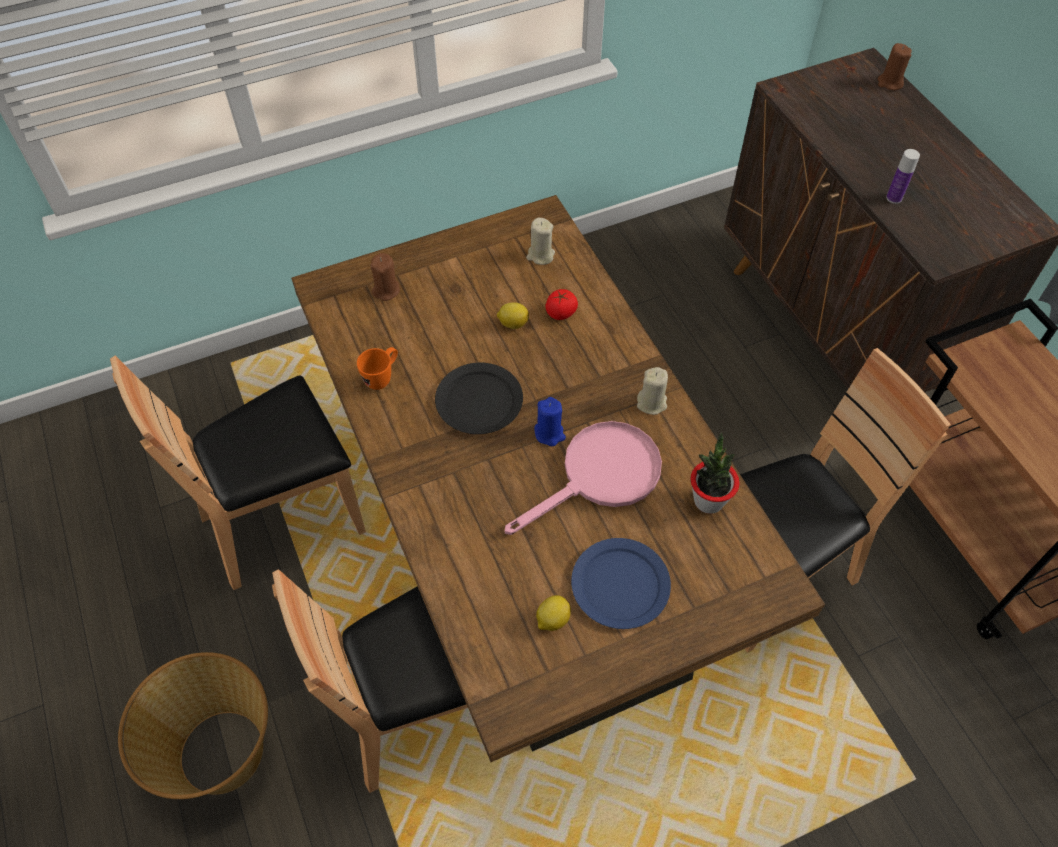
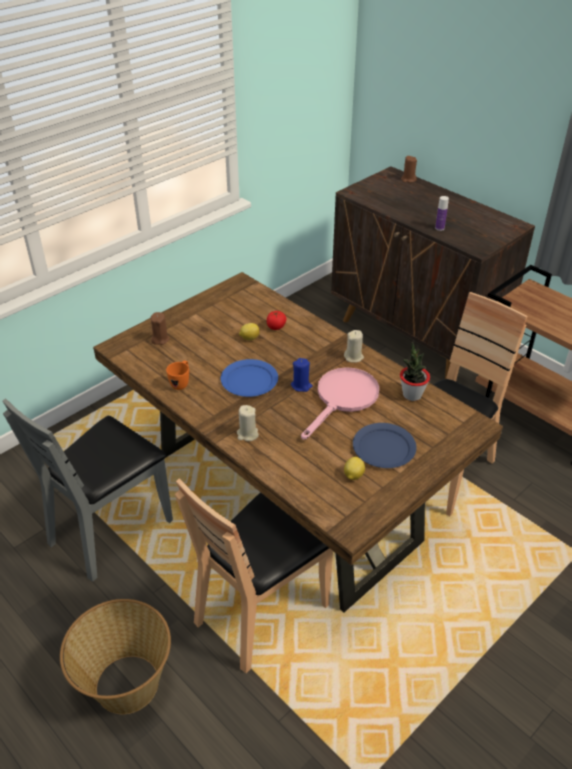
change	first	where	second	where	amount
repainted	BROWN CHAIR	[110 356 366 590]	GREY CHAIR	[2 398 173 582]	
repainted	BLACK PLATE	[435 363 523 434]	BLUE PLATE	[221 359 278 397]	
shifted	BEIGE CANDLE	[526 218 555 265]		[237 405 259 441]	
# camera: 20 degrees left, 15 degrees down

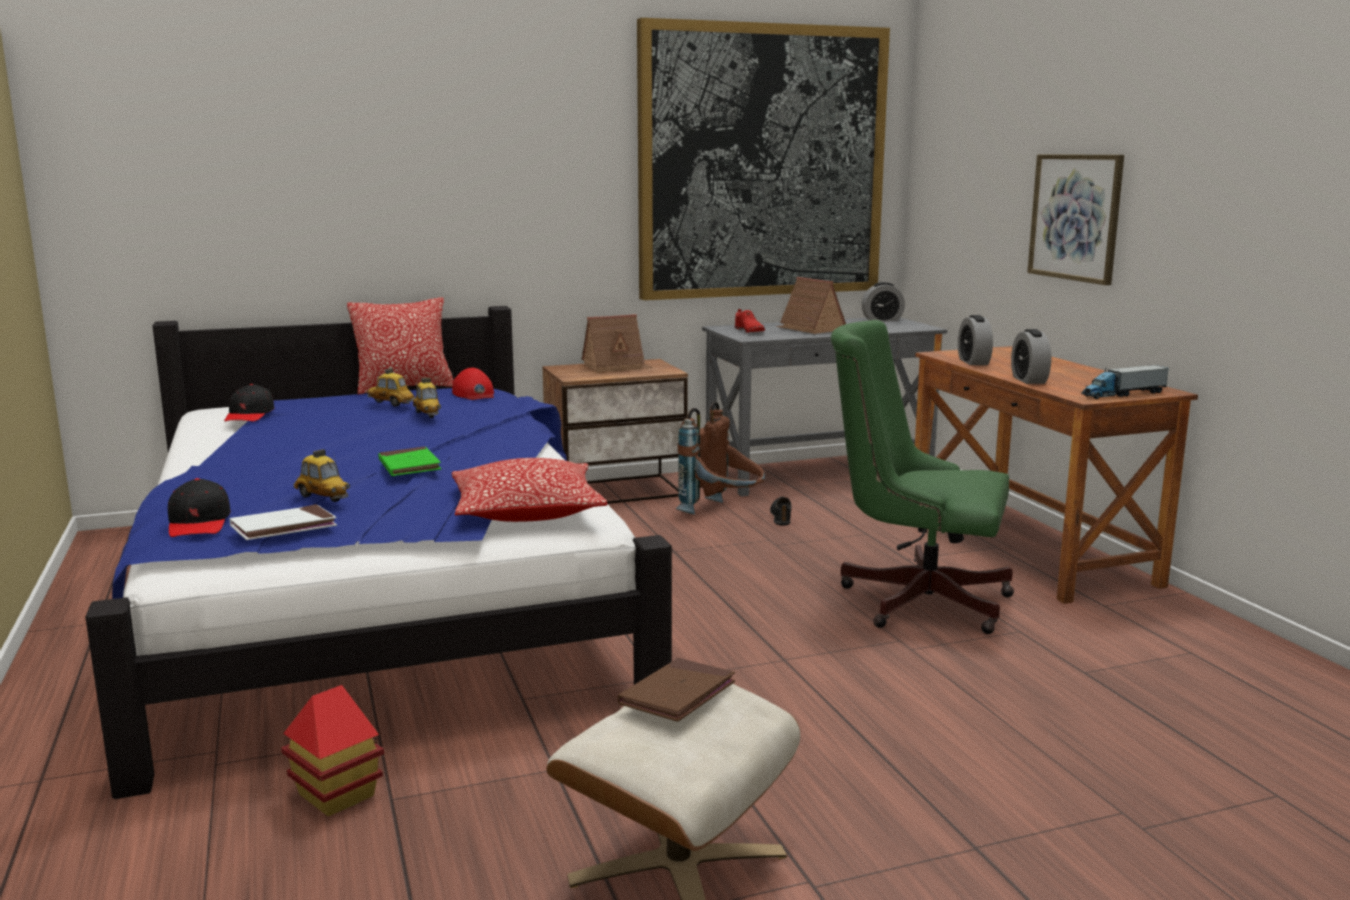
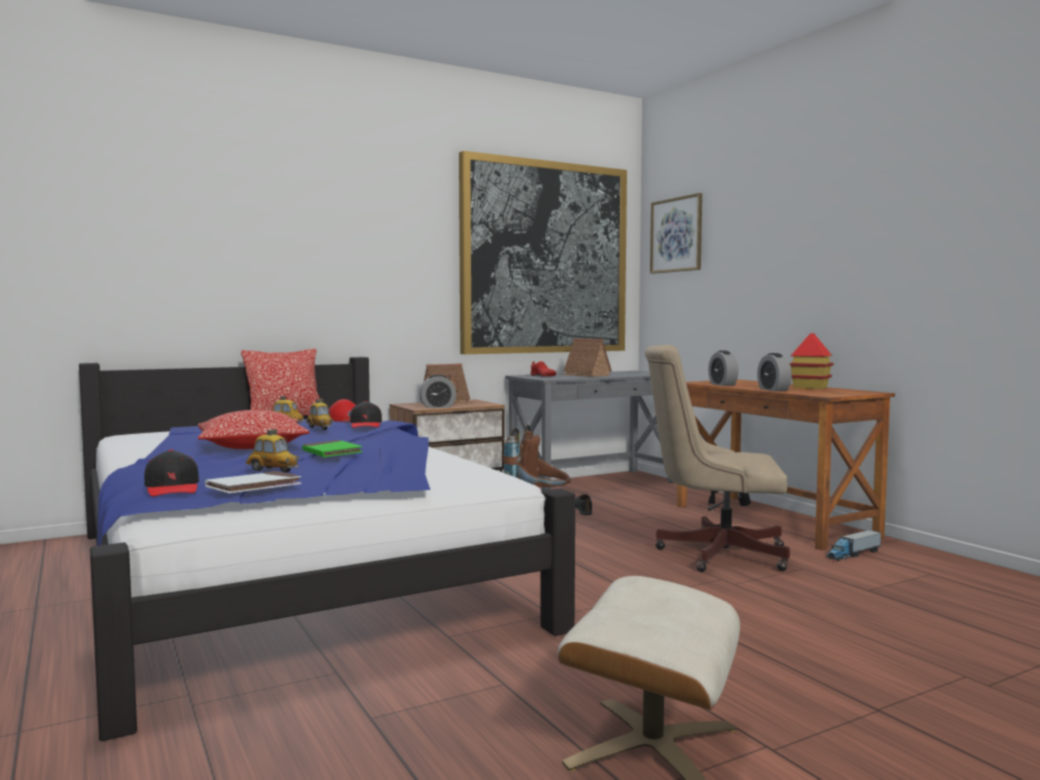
change	first	where	second	where	amount
shifted	PILLOW	[452 458 607 522]		[198 410 309 449]	
shifted	BLACK CAP	[224 384 274 422]		[350 401 382 428]	
shifted	ALARM CLOCK	[861 282 905 321]		[419 374 456 408]	
repainted	GREEN OFFICE CHAIR	[831 320 1014 634]	BEIGE OFFICE CHAIR	[645 345 790 572]	
shifted	PICTURE	[1027 155 1124 285]		[650 193 702 274]	
shifted	TOY HOUSE	[281 685 384 817]		[790 333 834 389]	
shifted	TOY TRUCK	[1081 365 1169 399]		[826 530 881 561]	
gone	BROWN BOOK	[618 658 735 722]			
# camera: 10 degrees left, 10 degrees down

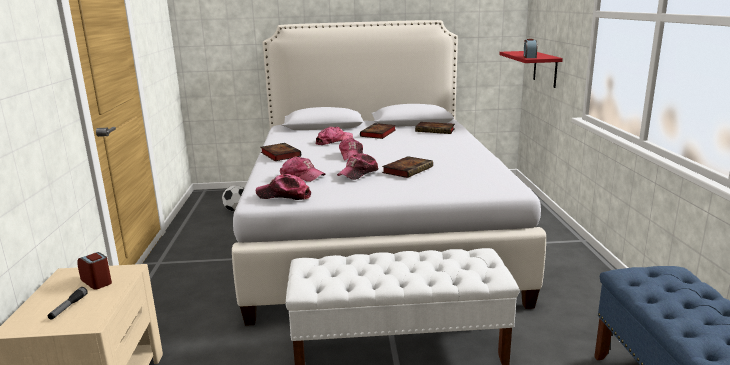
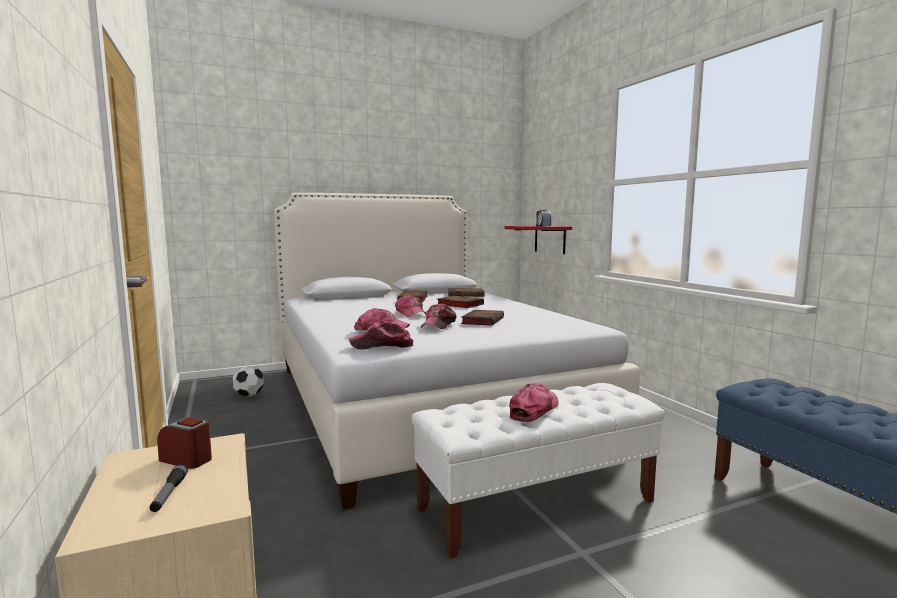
change	first	where	second	where	amount
shifted	BOOK	[261 143 301 161]		[438 296 484 308]	
shifted	CAP	[315 127 353 145]		[509 383 558 422]	
# camera: 20 degrees left, 10 degrees down

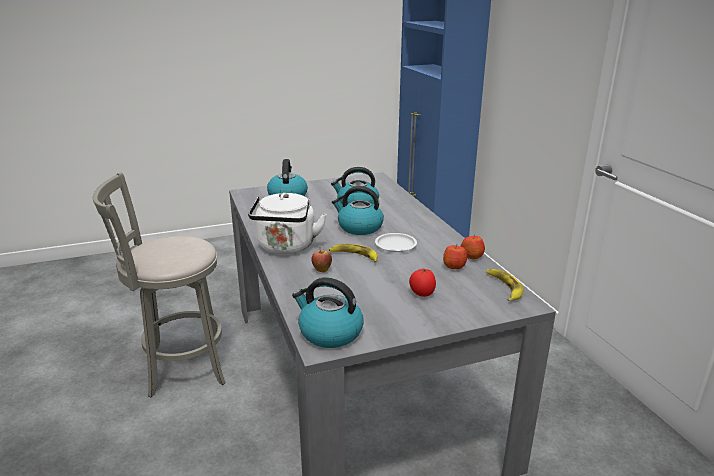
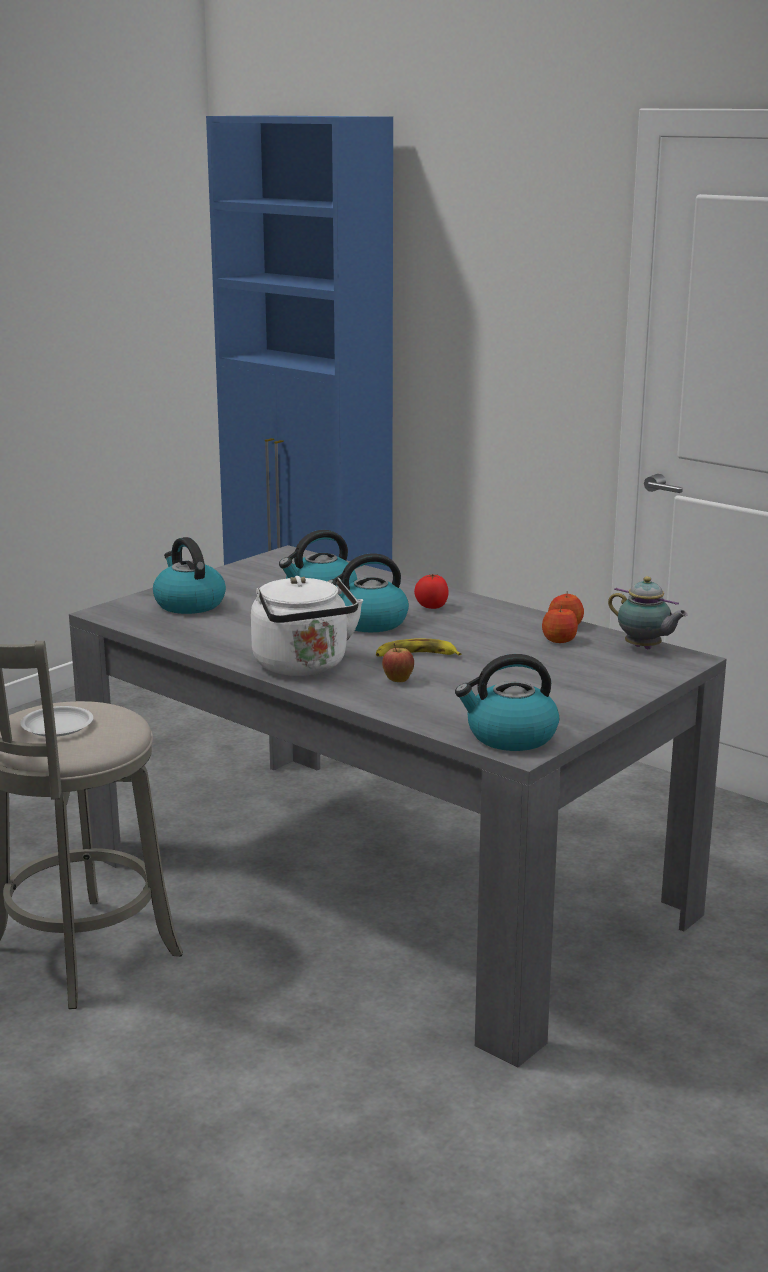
change	first	where	second	where	amount
shifted	WHITE PLATE	[375 233 417 252]		[20 706 93 736]	
shifted	TOMATO	[409 269 436 297]		[414 574 448 609]	
swapped	BANANA	[486 269 523 301]	TEAPOT	[608 576 688 649]	
# camera: 30 degrees left, 5 degrees down

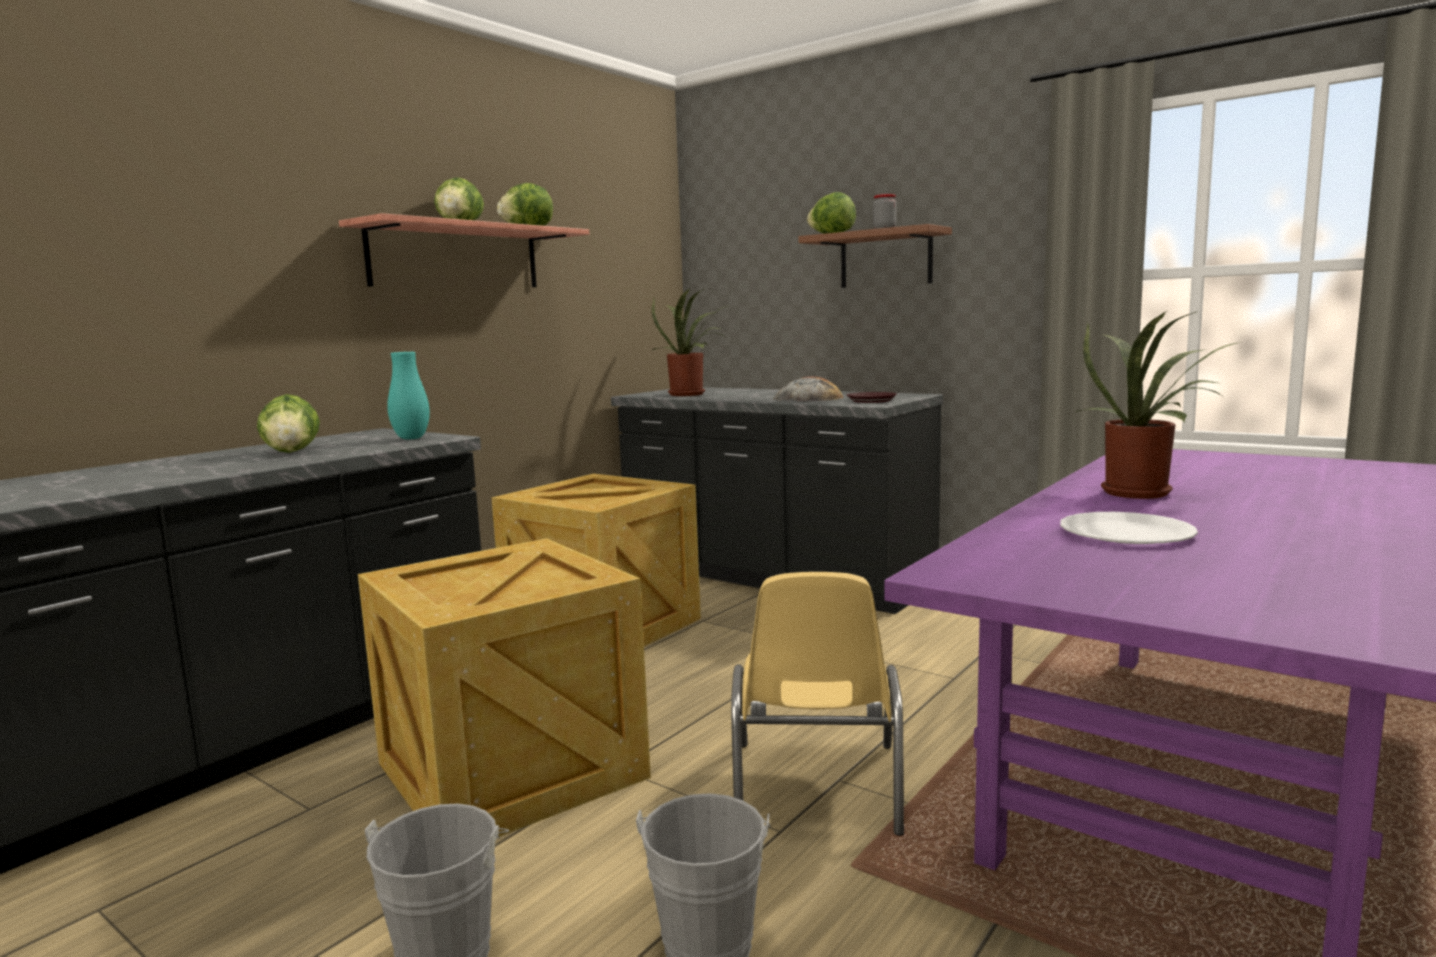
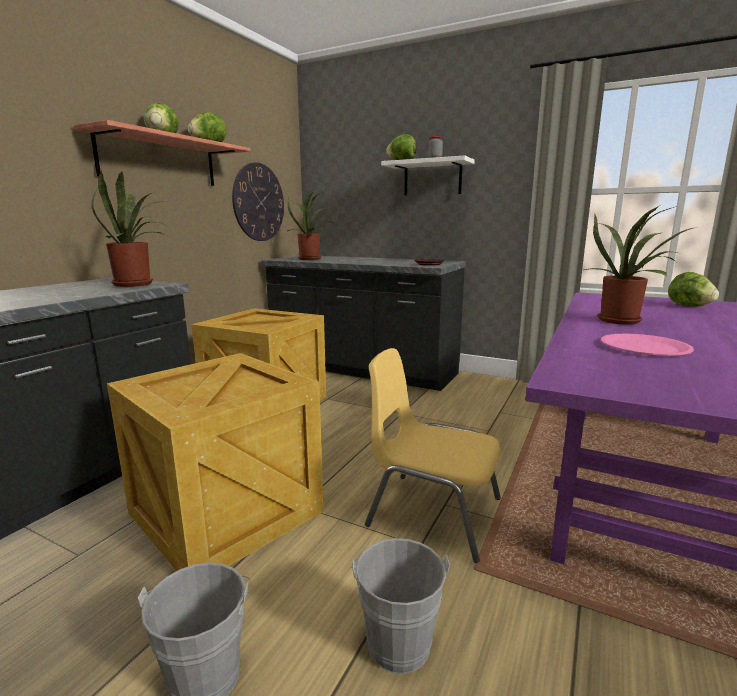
change	first	where	second	where	amount
swapped	TURQUOISE VASE	[387 352 430 439]	POTTED PLANT	[91 171 166 287]	
new			WALL CLOCK	[232 162 284 241]	
rotated	YELLOW CHAIR	[731 572 904 836]		[365 348 501 563]	120 degrees clockwise
repainted	BROWN SHELF	[798 224 952 288]	WHITE SHELF	[381 155 475 196]	
repainted	WHITE PLATE	[1060 512 1198 544]	PINK PLATE	[601 334 694 356]	
shifted	LETTUCE	[257 394 320 453]		[668 272 719 307]	
gone	BREAD	[773 376 843 401]			
# camera: 10 degrees left, 5 degrees up

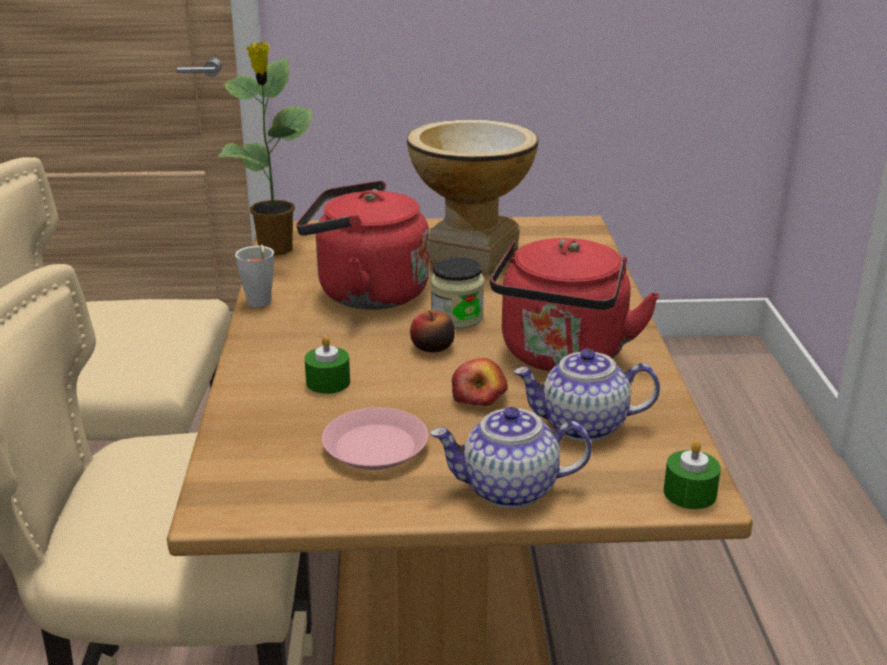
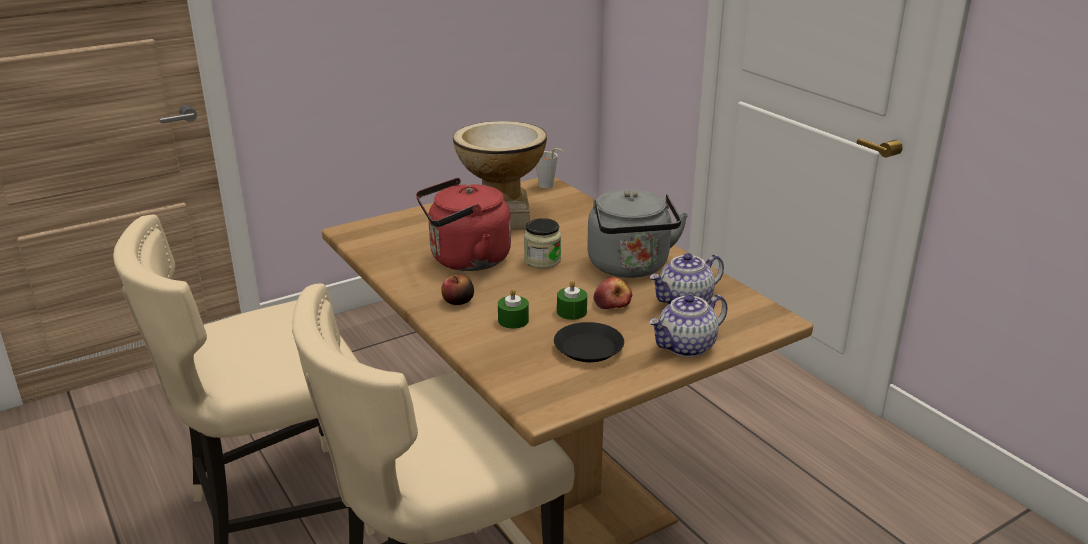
change	first	where	second	where	amount
shifted	APPLE	[410 310 455 352]		[441 275 474 305]	
shifted	GREY CUP	[235 245 274 307]		[536 148 563 188]	
repainted	PINK PLATE	[322 407 428 470]	BLACK PLATE	[554 322 624 362]	
shifted	GREEN CANDLE	[664 440 721 509]		[557 280 587 320]	
repainted	RED KETTLE	[490 238 660 371]	GREY KETTLE	[587 189 688 278]	
gone	POTTED PLANT	[217 42 312 256]			
# camera: 30 degrees left, 0 degrees up

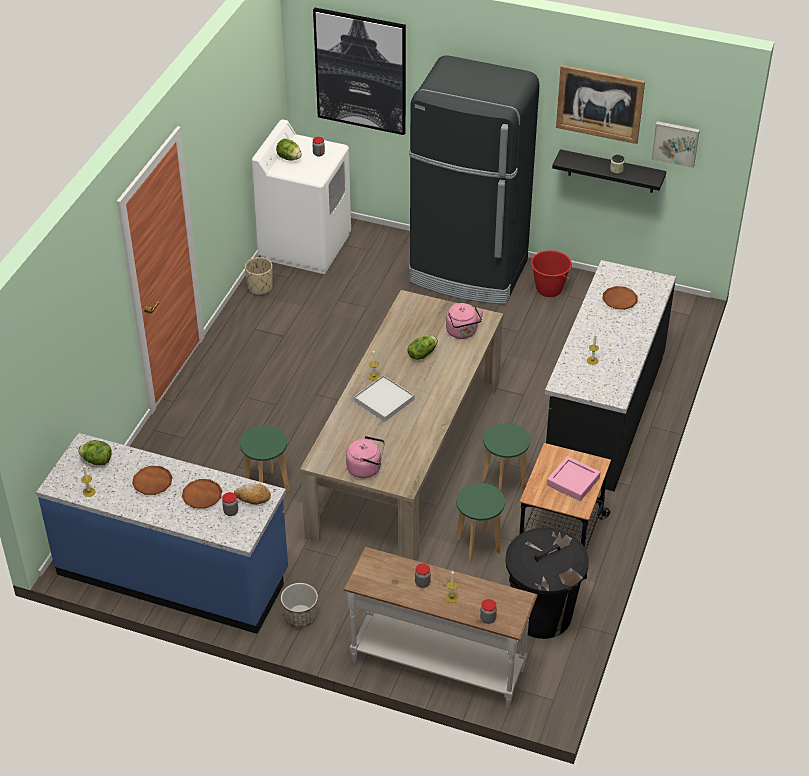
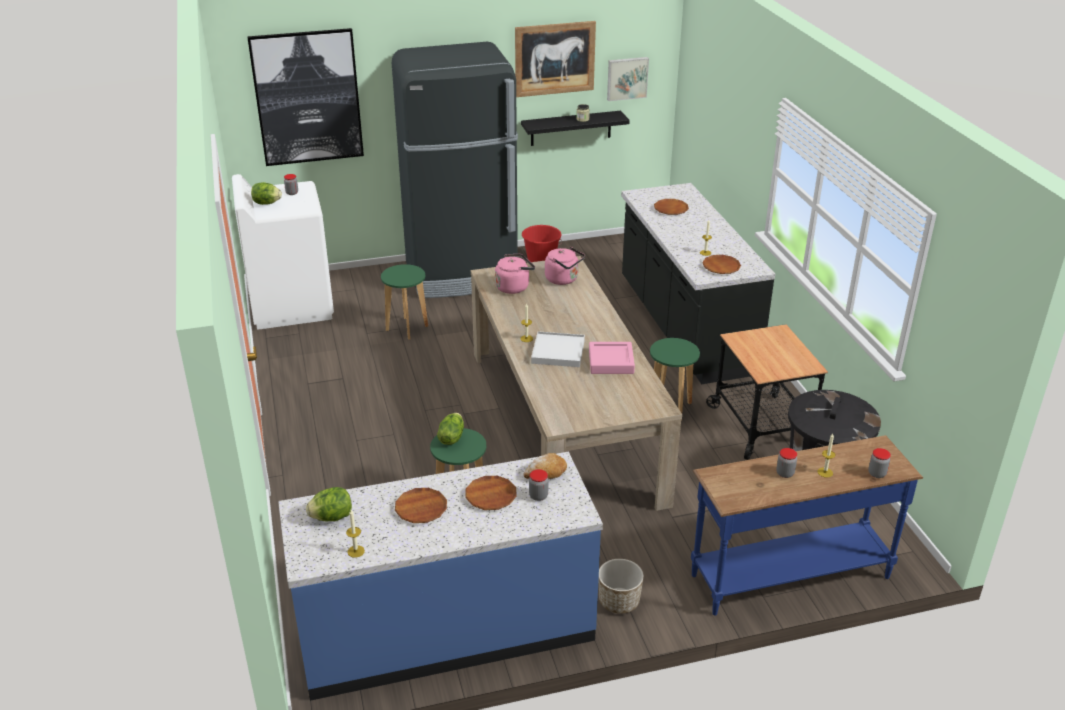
change	first	where	second	where	amount
shifted	GREEN STOOL	[456 483 505 562]		[381 264 428 340]	
shifted	LETTUCE	[407 336 438 360]		[437 413 464 445]	
shifted	PINK KETTLE	[346 436 385 478]		[495 254 535 294]	
shifted	PINK TRAY	[547 456 600 501]		[589 342 635 374]	
repainted	WHITE CONSOLE TABLE	[343 547 538 709]	BLUE CONSOLE TABLE	[691 435 923 616]	
new			BROWN PLATE	[702 255 741 274]	
gone	BEIGE PLANTER	[245 257 272 295]			
# camera: 35 degrees left, 10 degrees down

